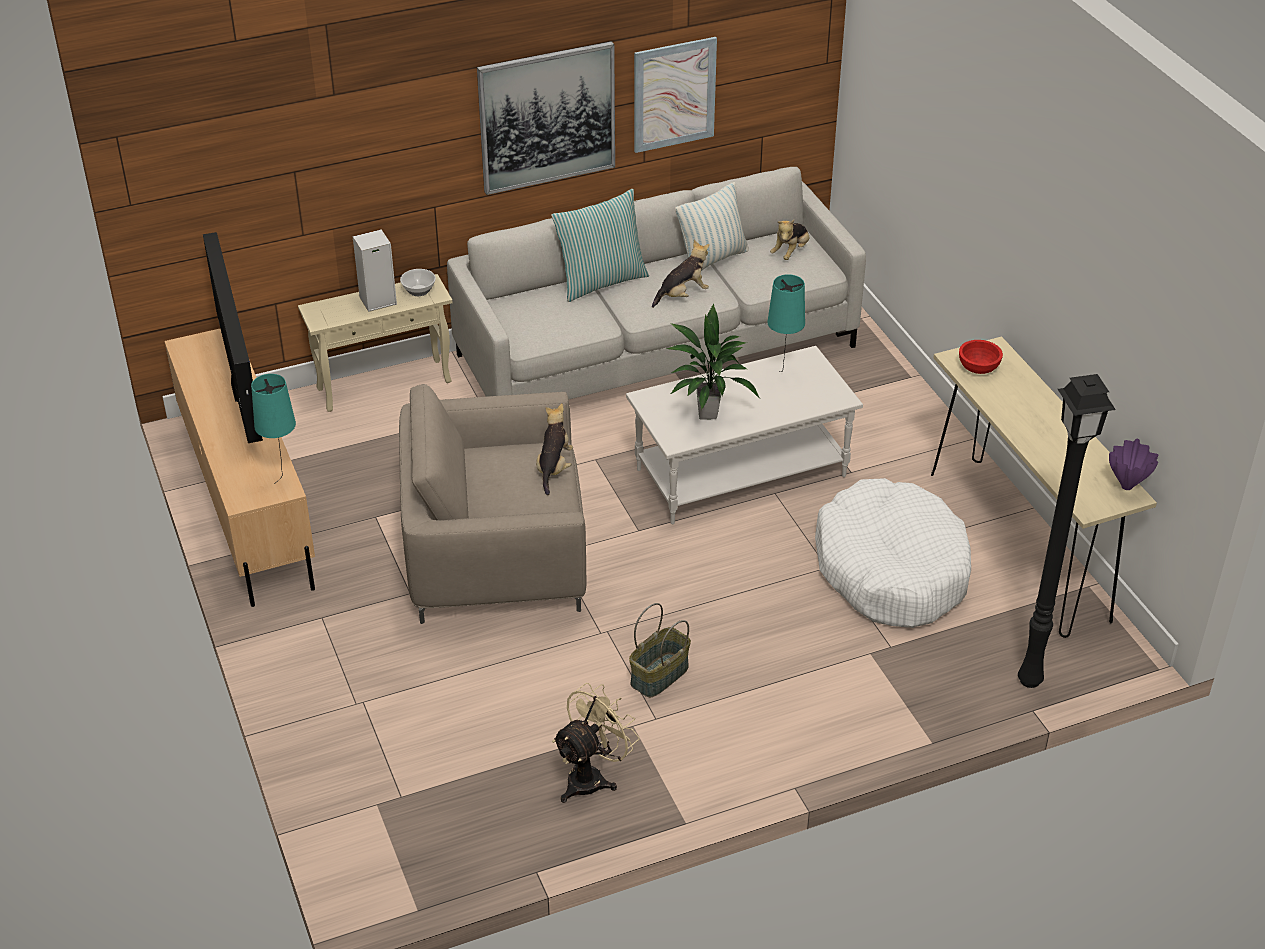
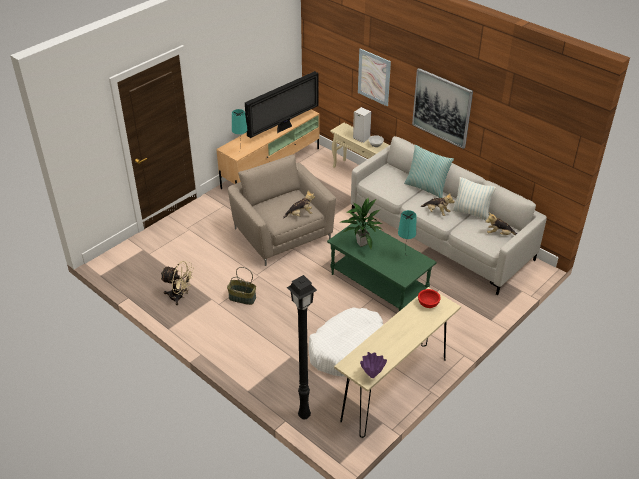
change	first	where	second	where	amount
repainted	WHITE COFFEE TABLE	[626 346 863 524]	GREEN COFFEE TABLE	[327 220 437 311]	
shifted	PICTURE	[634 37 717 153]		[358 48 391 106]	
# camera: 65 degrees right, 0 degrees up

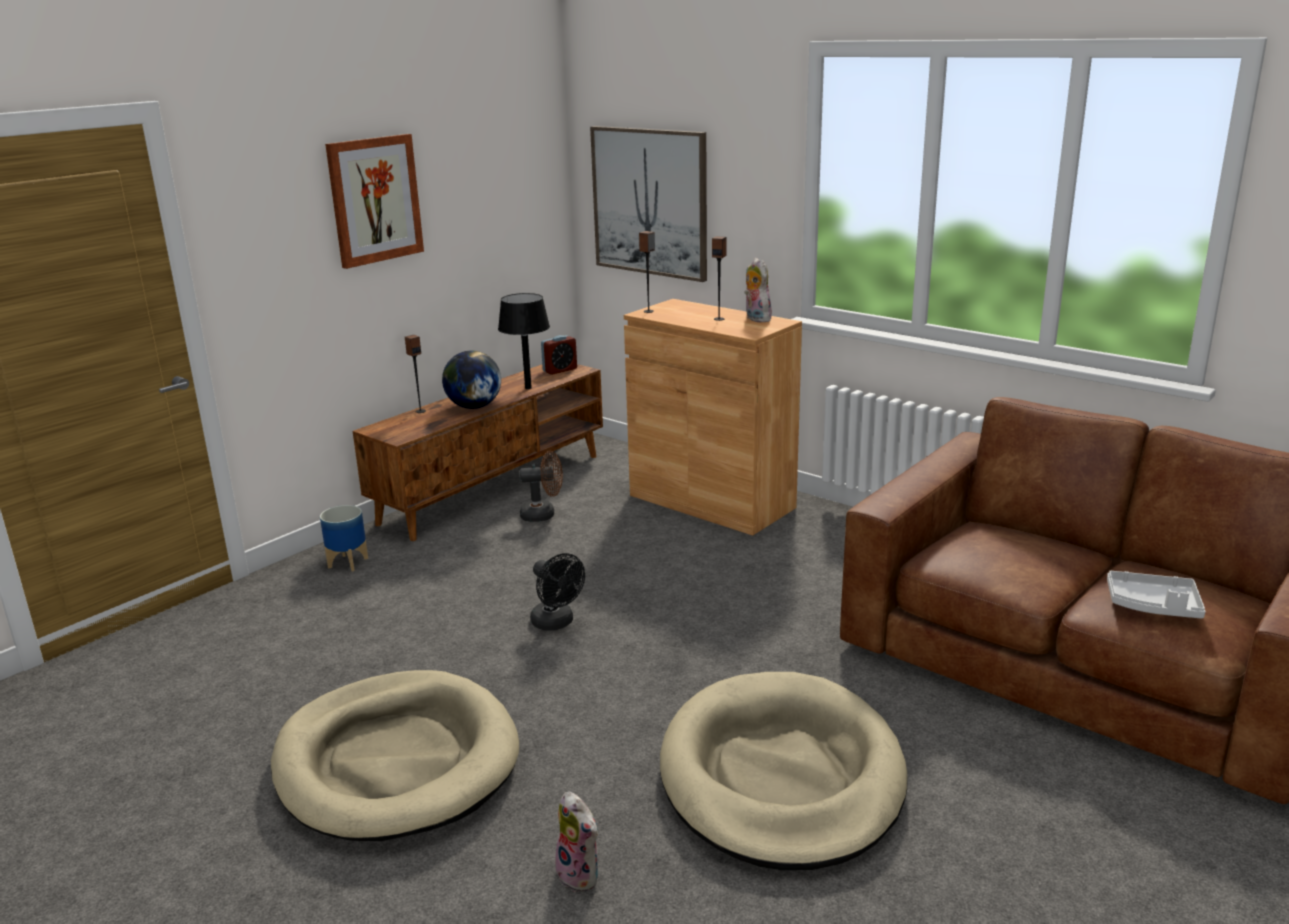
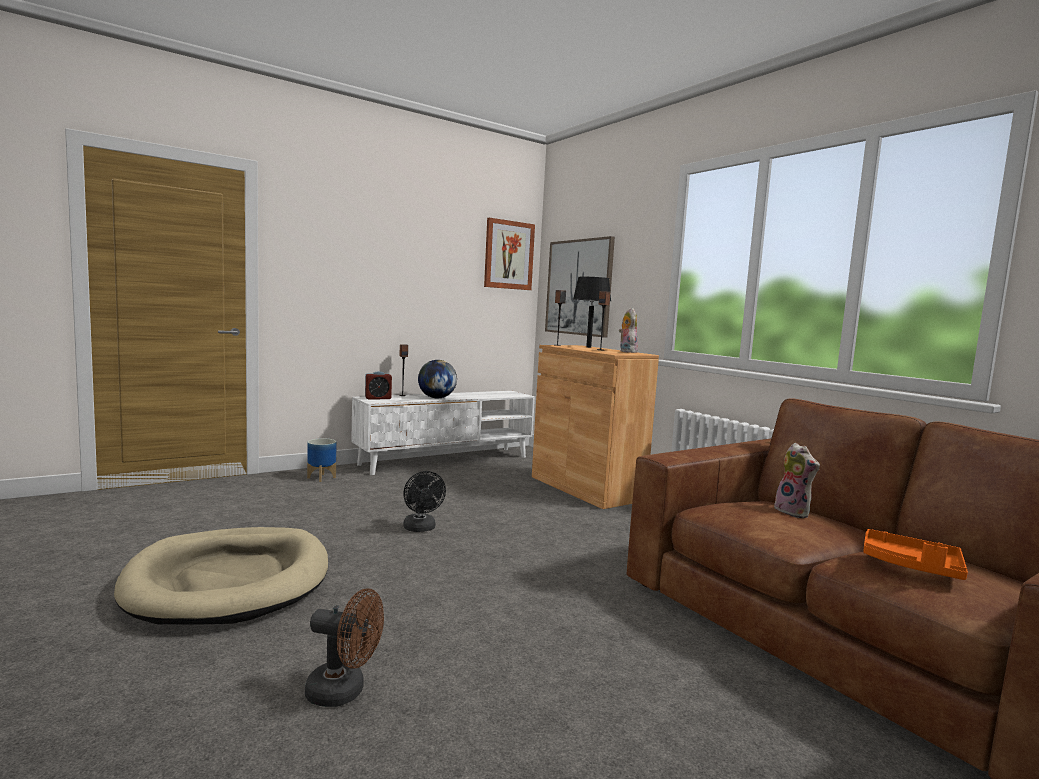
change	first	where	second	where	amount
shifted	BROWN FAN	[519 451 563 522]		[305 588 384 707]	
repainted	BROWN TV STAND	[352 364 603 541]	WHITE TV STAND	[351 391 535 475]	
shifted	ALARM CLOCK	[541 335 577 375]		[365 371 392 399]	
shifted	PICTURE	[325 134 424 269]		[484 218 535 290]	
shifted	BLACK TABLE LAMP	[498 293 550 389]		[573 277 611 348]	
shifted	PLUSH TOY	[555 791 599 892]		[774 443 820 518]	
repainted	GREY TRAY	[1107 571 1206 619]	ORANGE TRAY	[864 529 968 580]	
gone	BEIGE DOG BED	[660 672 907 870]			
# camera: 15 degrees right, 15 degrees down

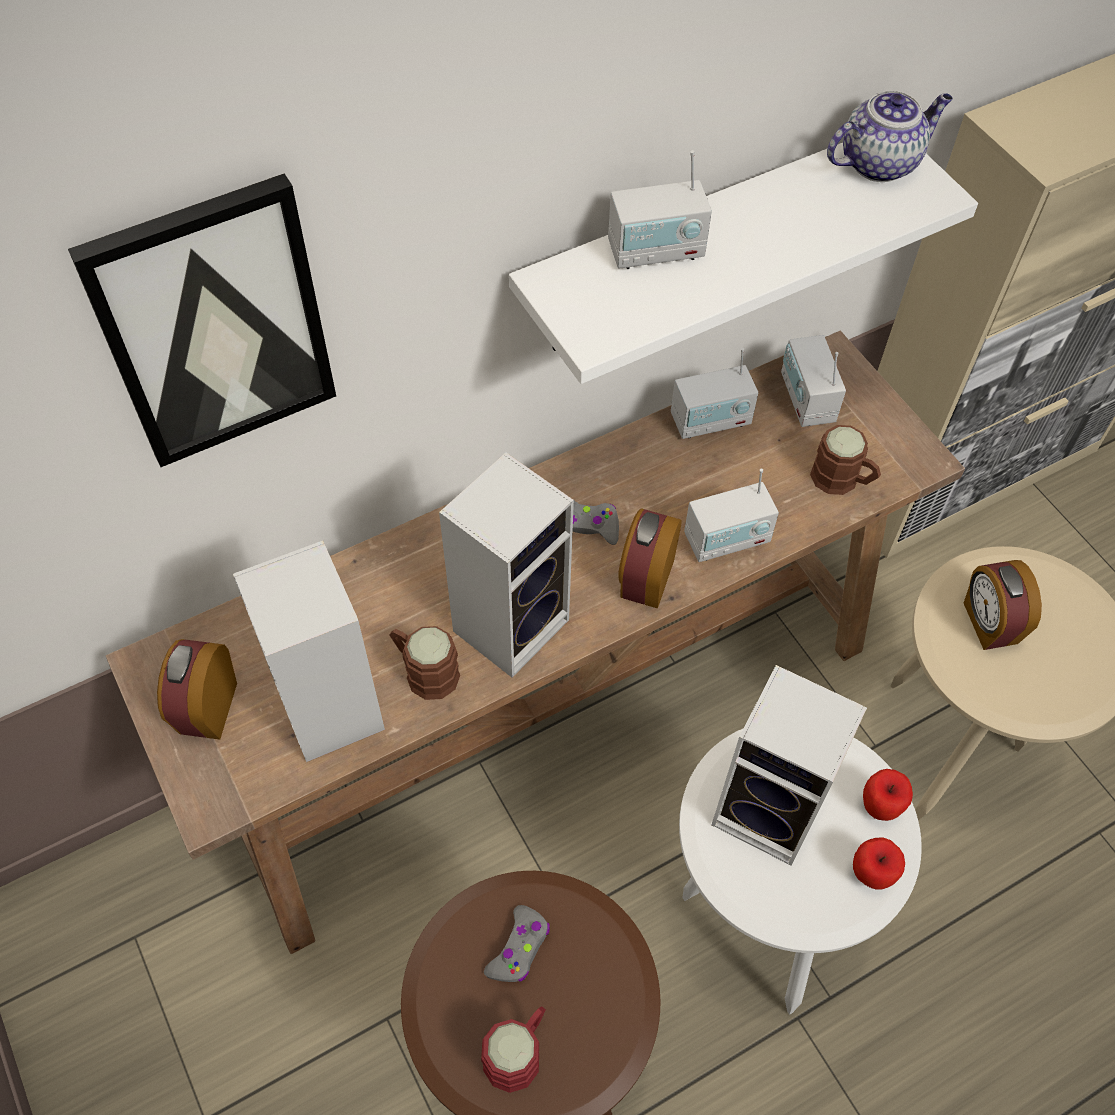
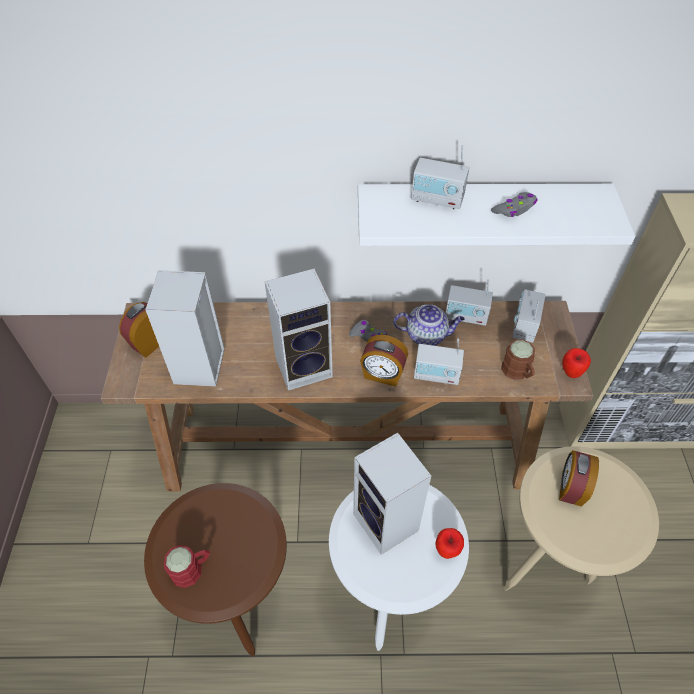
change	first	where	second	where	amount
rotated	ALARM CLOCK	[618 508 682 609]		[360 335 408 387]	120 degrees counterclockwise
shifted	TEAPOT	[827 91 953 182]		[393 304 465 346]	
shifted	GREY GAME CONTROLLER	[484 905 550 982]		[491 192 537 217]	
shifted	APPLE	[853 838 905 889]		[562 348 591 378]	
gone	PICTURE	[68 173 336 467]			
gone	BROWN MUG	[389 626 460 700]			
# camera: 30 degrees right, 5 degrees down

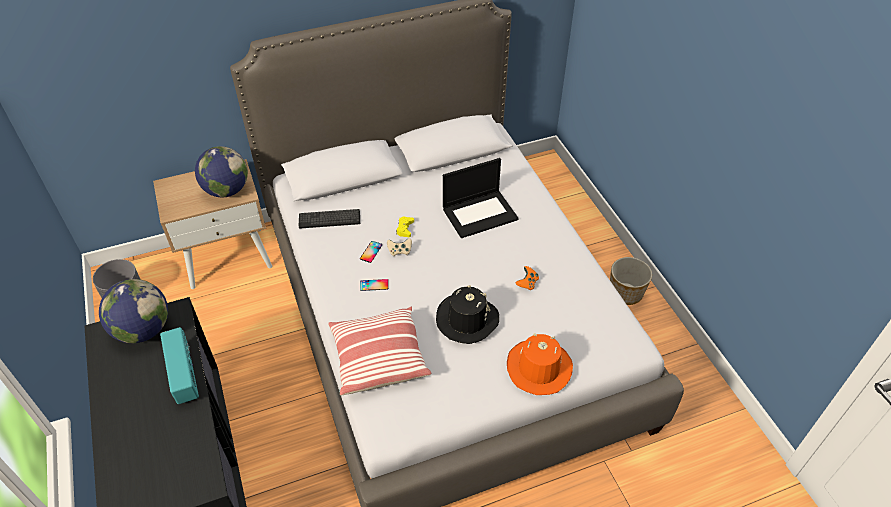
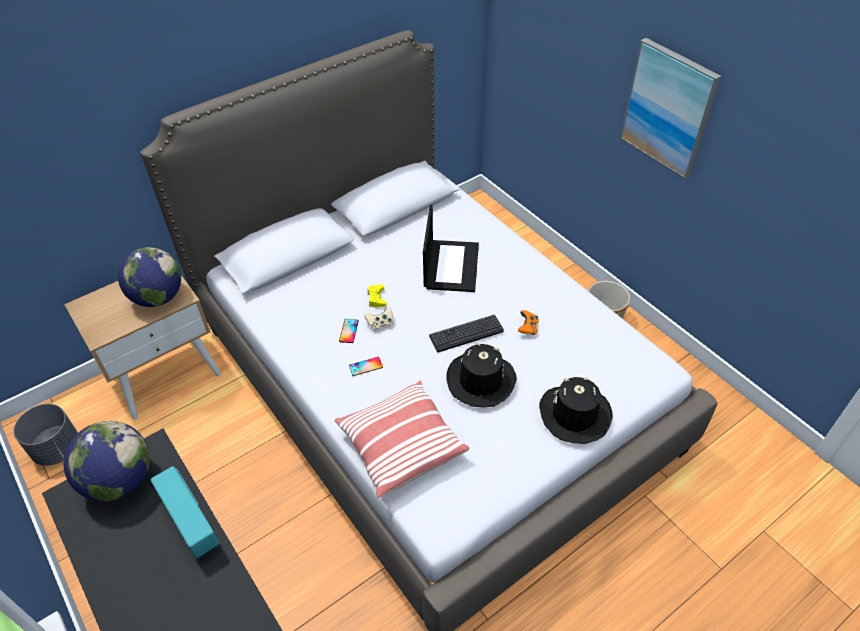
change	first	where	second	where	amount
rotated	LAPTOP	[443 158 519 238]		[423 205 479 292]	45 degrees counterclockwise
shifted	KEYBOARD	[299 209 360 229]		[429 315 504 352]	
repainted	ORANGE HAT	[507 333 573 395]	BLACK HAT	[539 376 613 444]	
new			PICTURE	[620 38 721 180]	
# camera: 15 degrees left, 0 degrees up

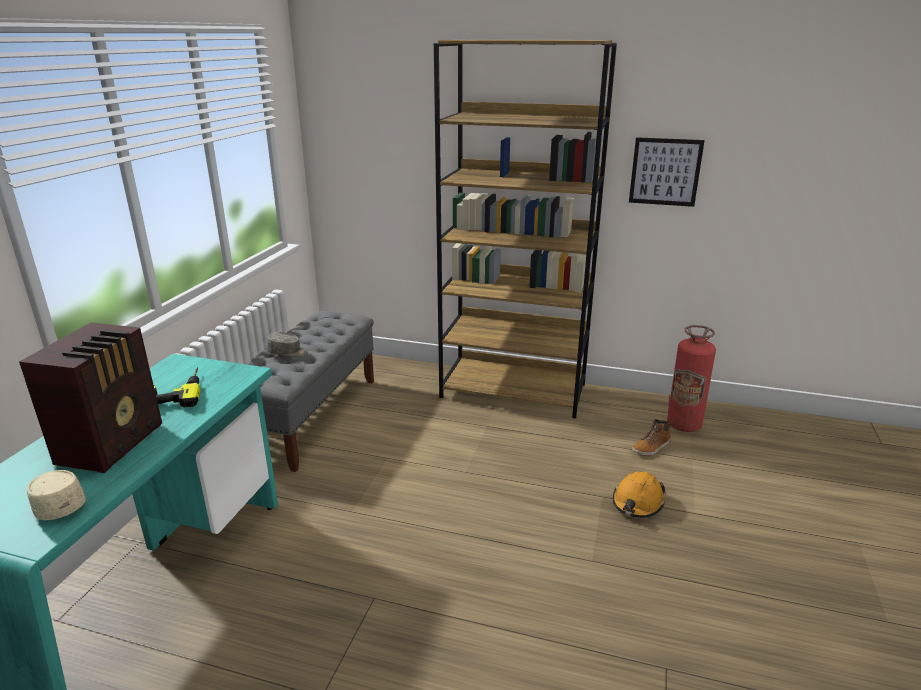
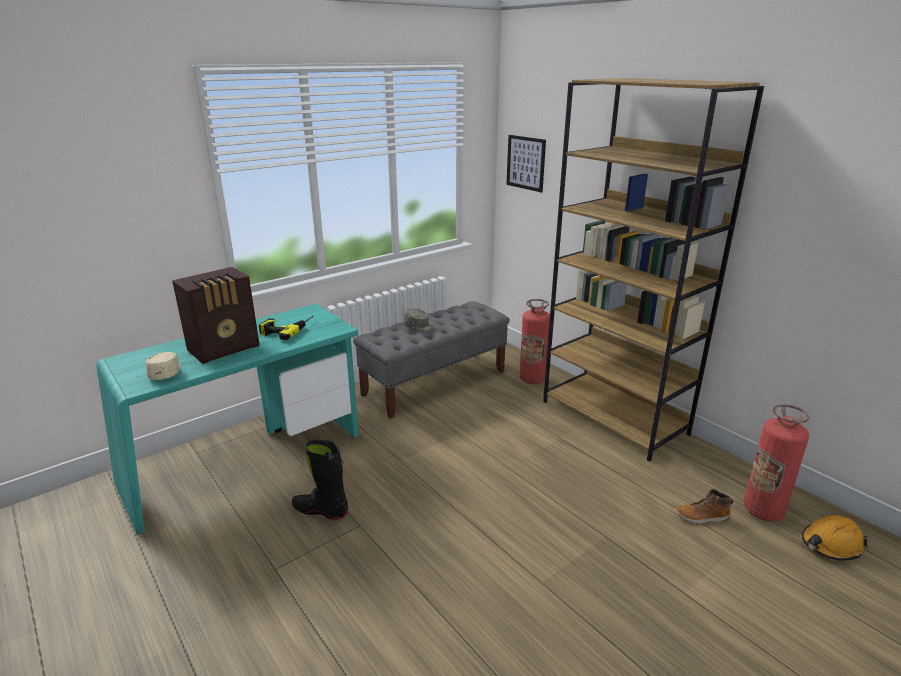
change	first	where	second	where	amount
new			BLACK BOOT	[292 439 348 520]	
shifted	PICTURE	[629 137 705 207]		[506 135 546 192]	
new			FIRE EXTINGUISHER	[520 299 550 384]	
shifted	ORANGE HARD HAT	[612 471 666 518]		[802 515 867 561]	
# camera: 35 degrees right, 0 degrees up

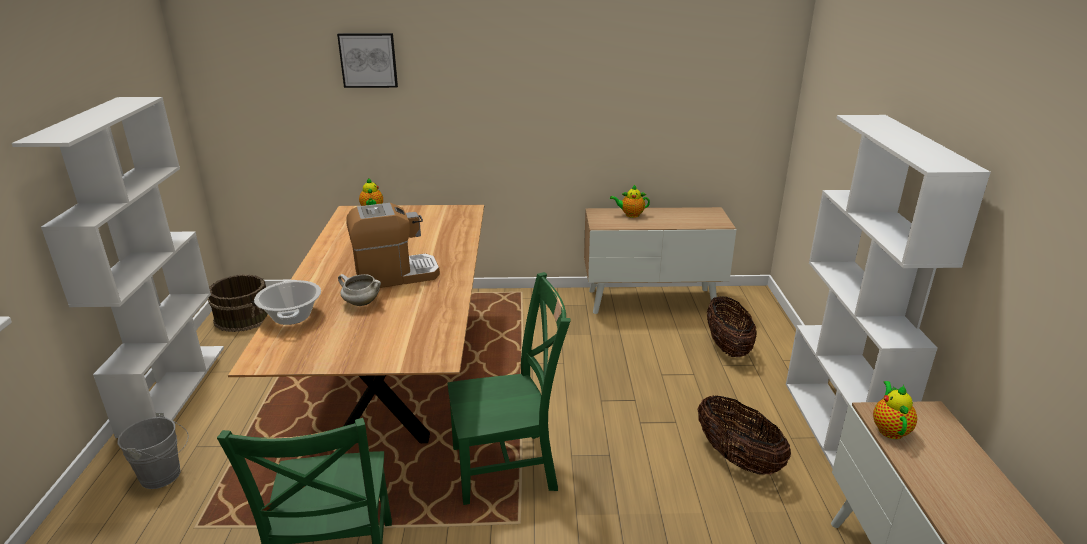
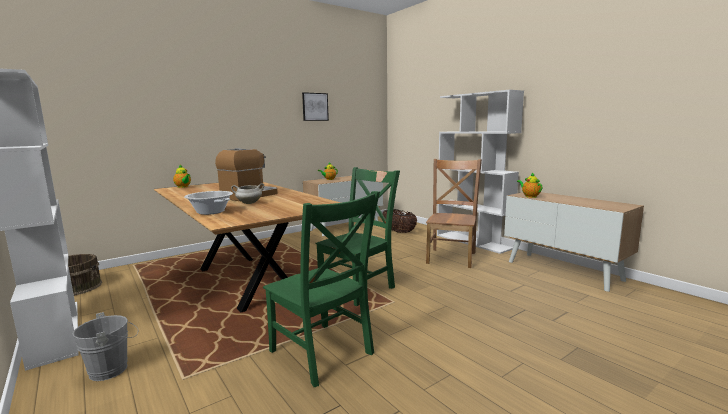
change	first	where	second	where	amount
shifted	PICTURE	[337 33 398 88]		[302 92 329 121]	
swapped	BASKET	[697 395 791 475]	BROWN CHAIR	[426 159 482 268]	
# camera: 35 degrees left, 15 degrees down

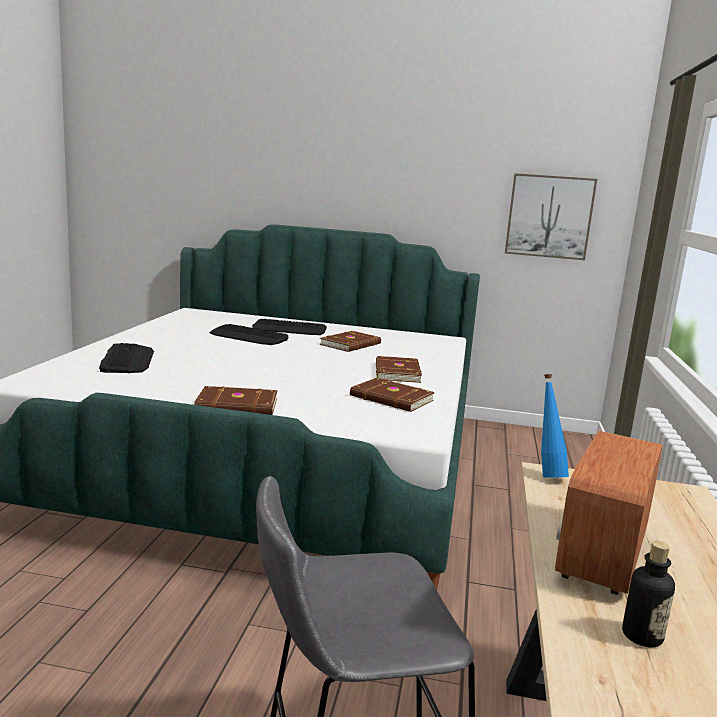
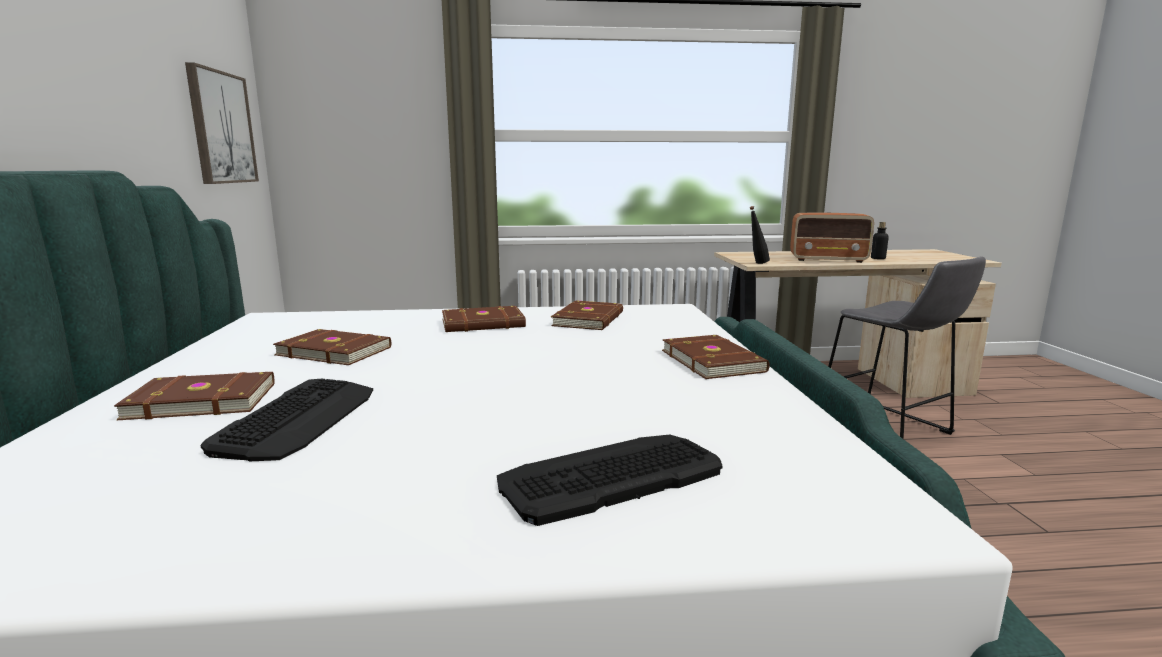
change	first	where	second	where	amount
swapped	KEYBOARD	[252 319 327 335]	BROWN BOOK	[114 372 275 420]	
repainted	BLUE BOTTLE	[541 374 569 478]	BLACK BOTTLE	[750 206 770 264]	
# camera: 105 degrees left, 0 degrees up

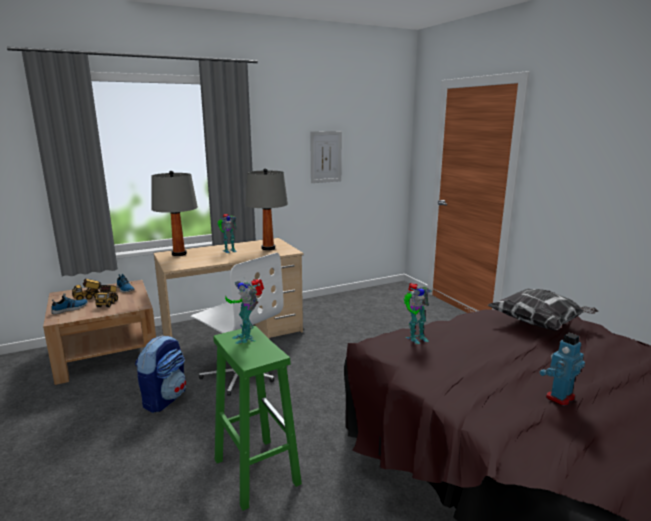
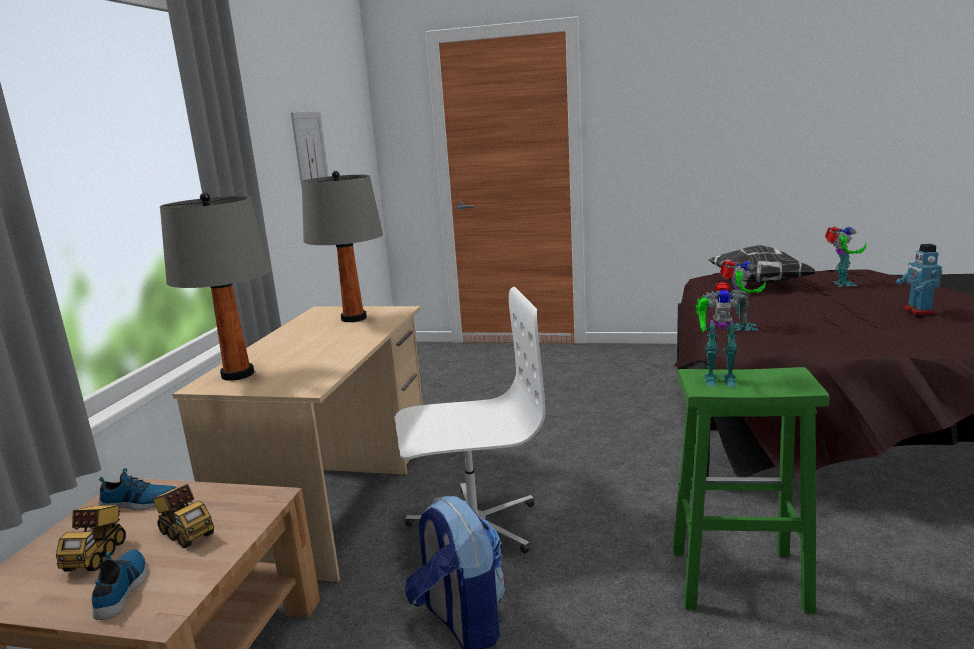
change	first	where	second	where	amount
shifted	TOY ROBOT	[217 214 237 253]		[825 227 866 287]	
# camera: 50 degrees left, 0 degrees up

